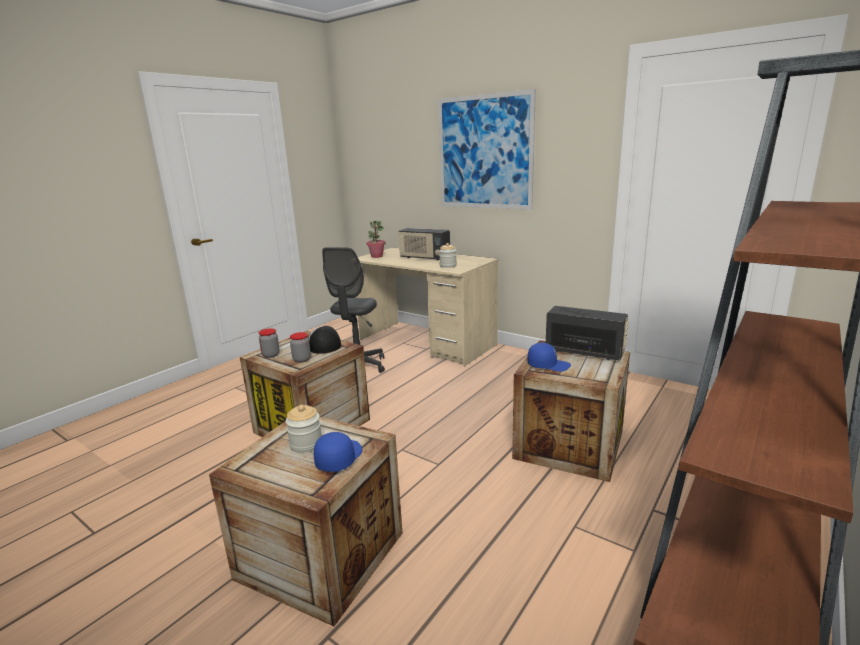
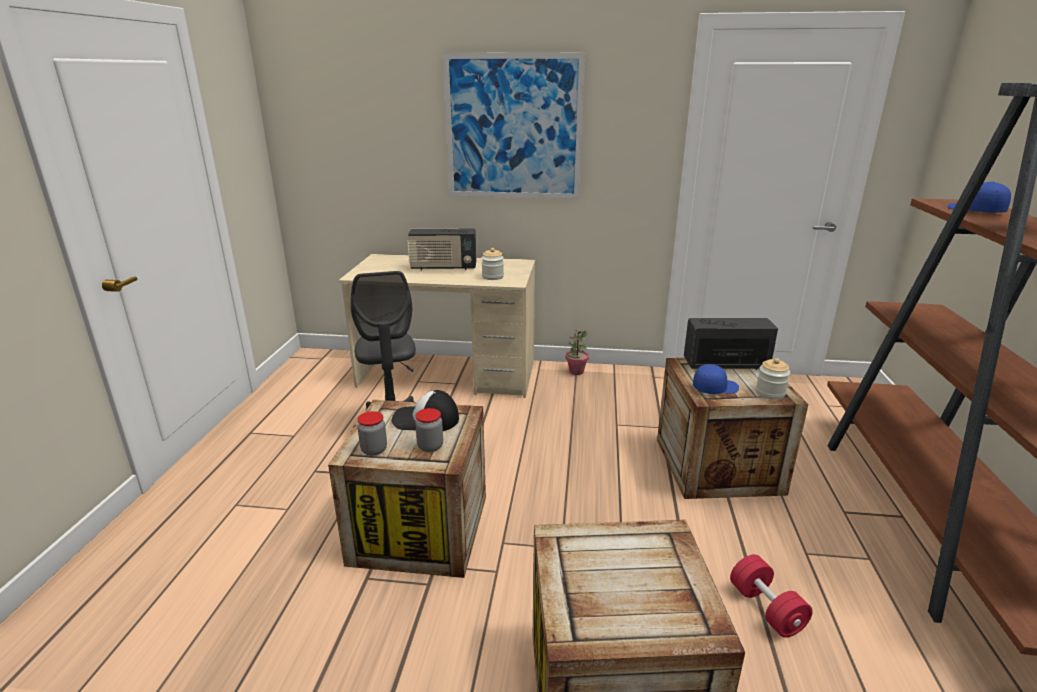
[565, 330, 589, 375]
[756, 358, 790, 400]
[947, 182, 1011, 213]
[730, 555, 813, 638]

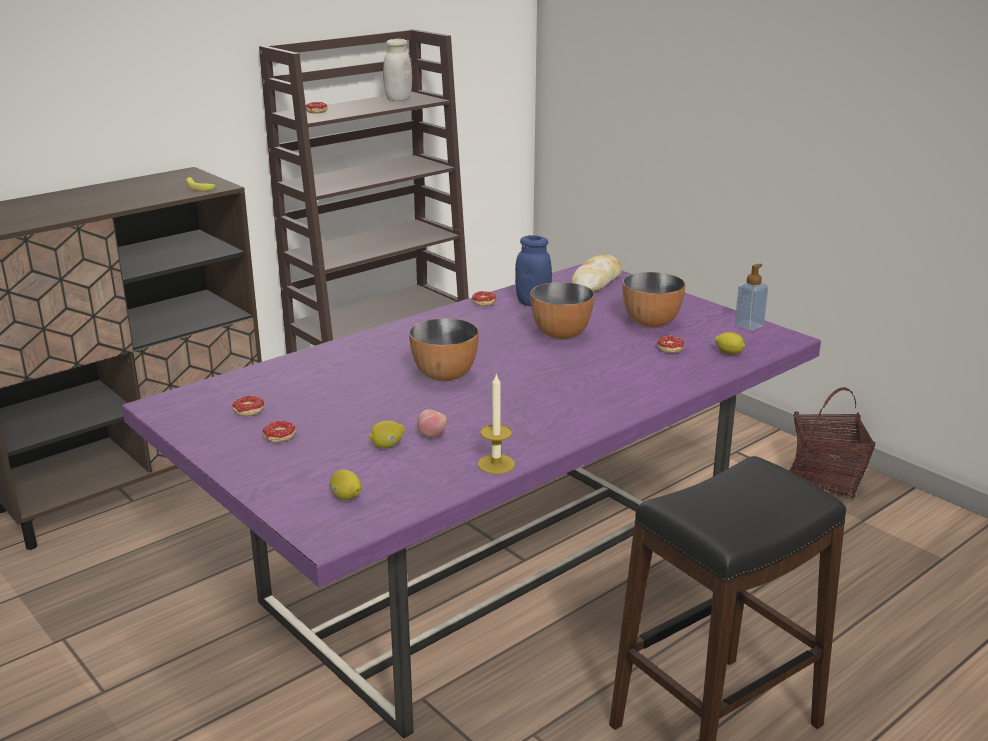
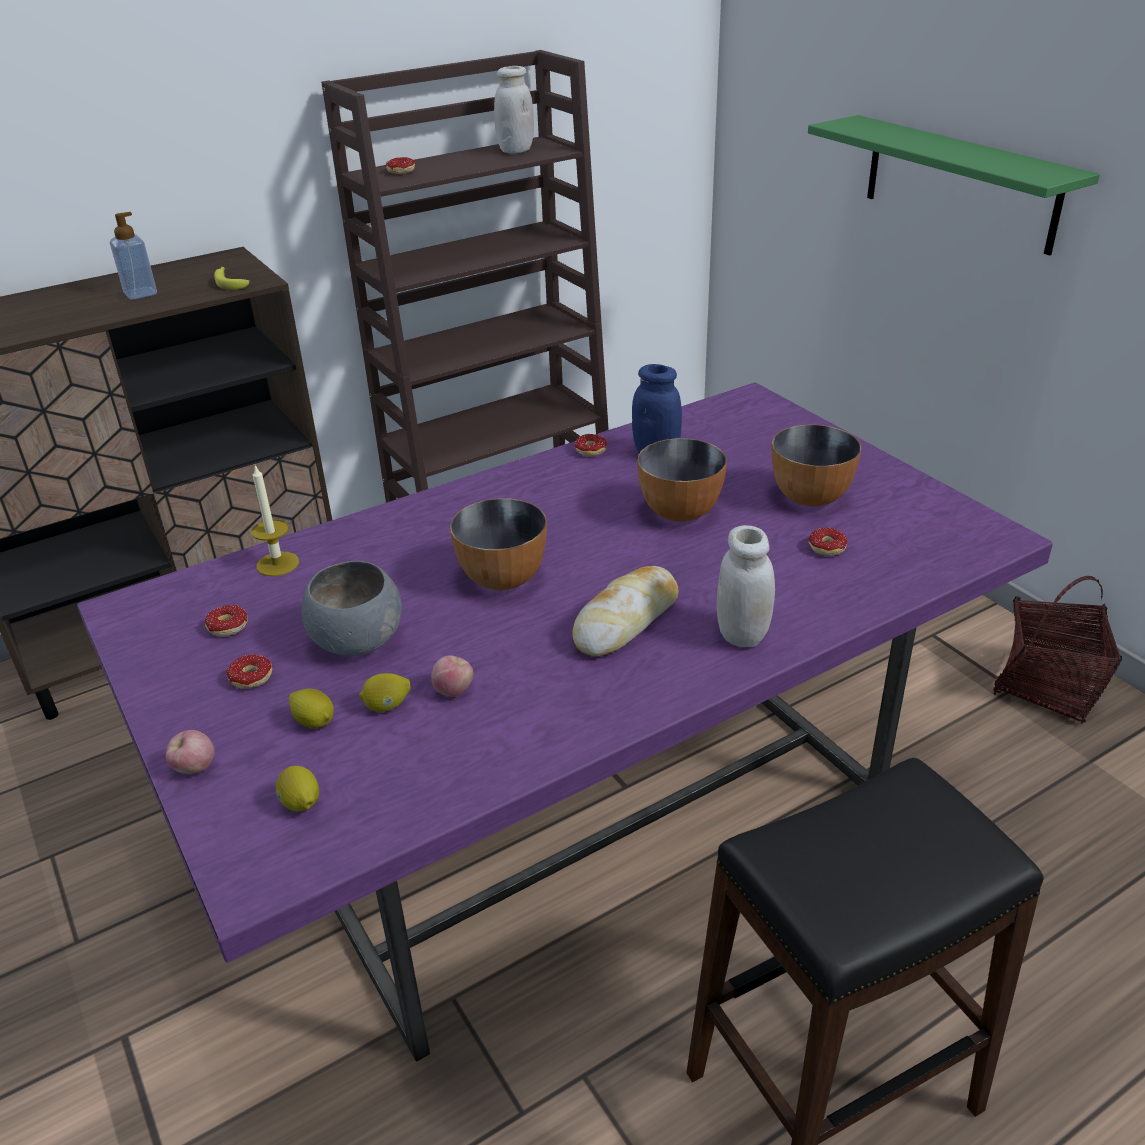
[572, 566, 679, 657]
[110, 212, 157, 300]
[288, 688, 334, 728]
[251, 465, 299, 576]
[808, 115, 1100, 255]
[717, 525, 775, 647]
[302, 561, 402, 656]
[166, 730, 214, 774]

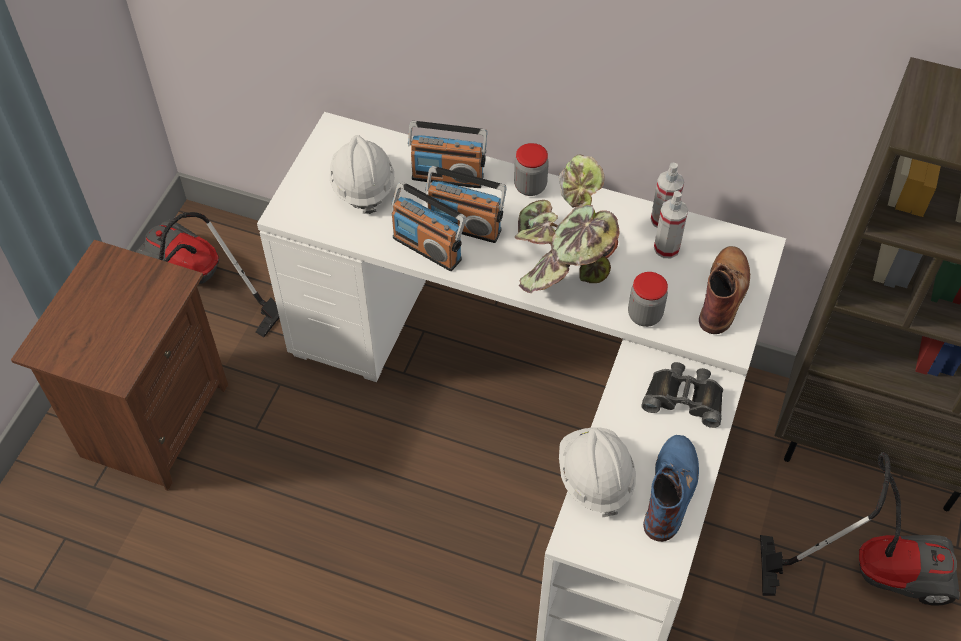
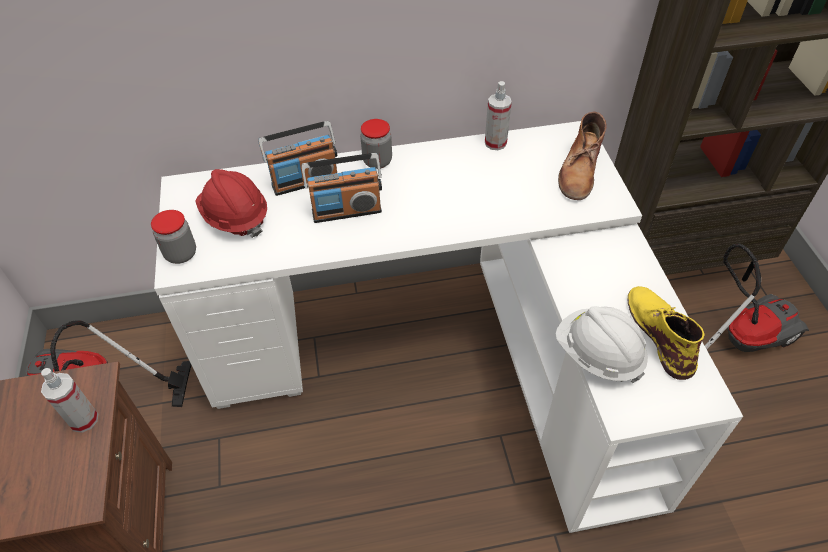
[195, 169, 267, 238]
[515, 154, 620, 293] (first image)
[391, 181, 466, 271] (first image)
[41, 368, 98, 433]
[558, 112, 606, 200]
[151, 210, 196, 264]
[641, 362, 723, 428] (first image)
[628, 286, 705, 380]

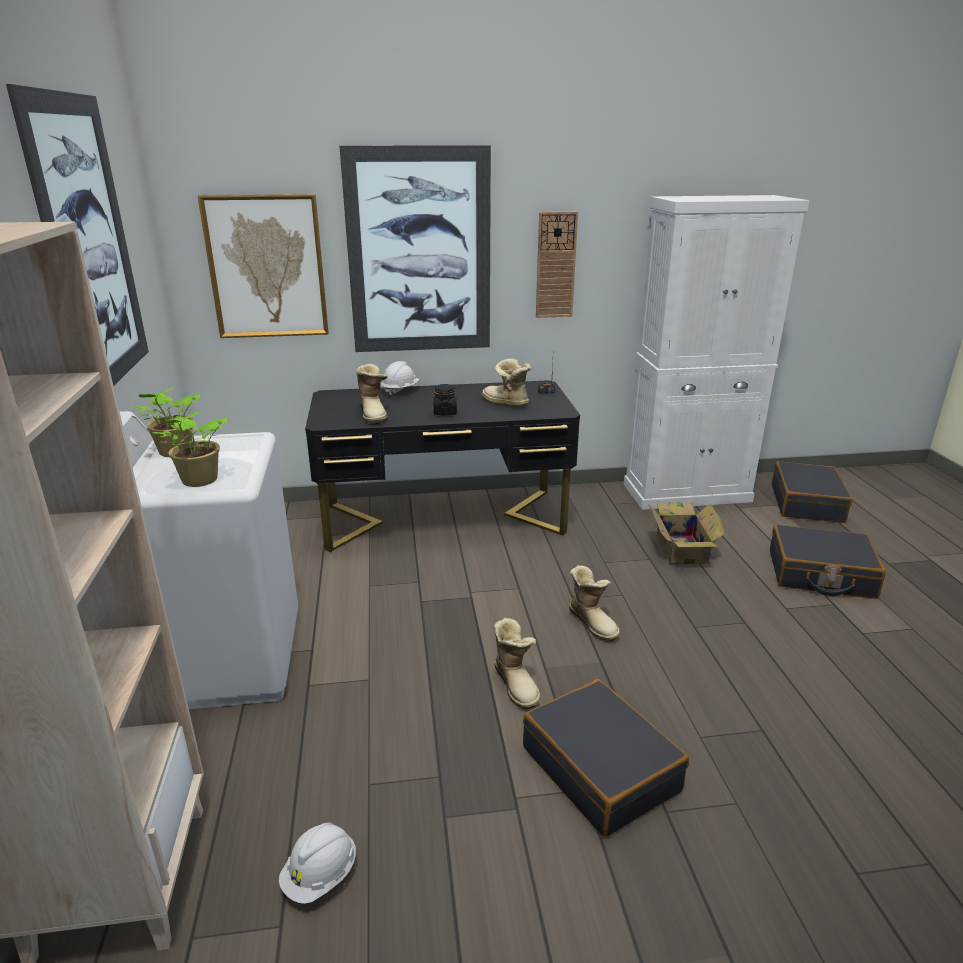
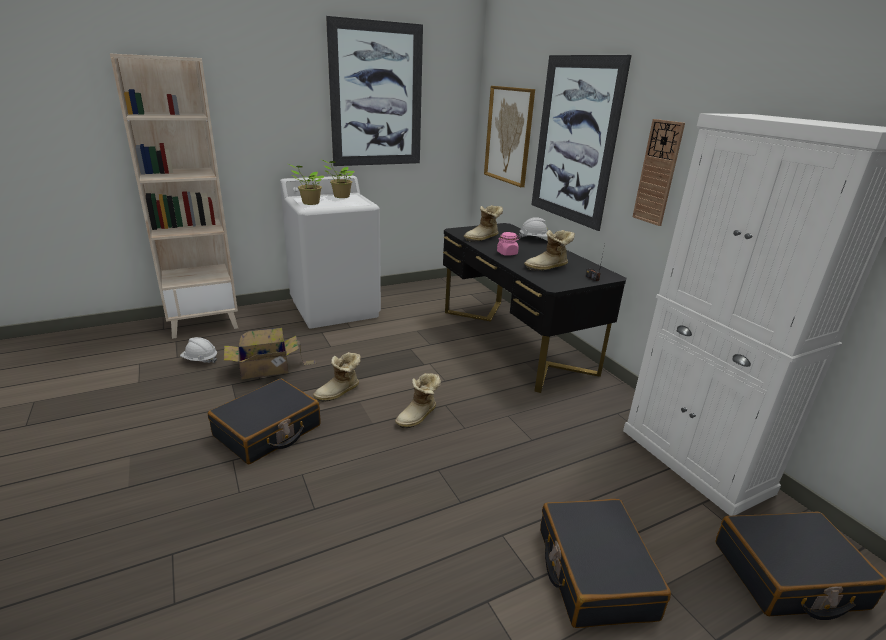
[524, 230, 575, 271]
[497, 232, 520, 256]
[224, 328, 316, 380]

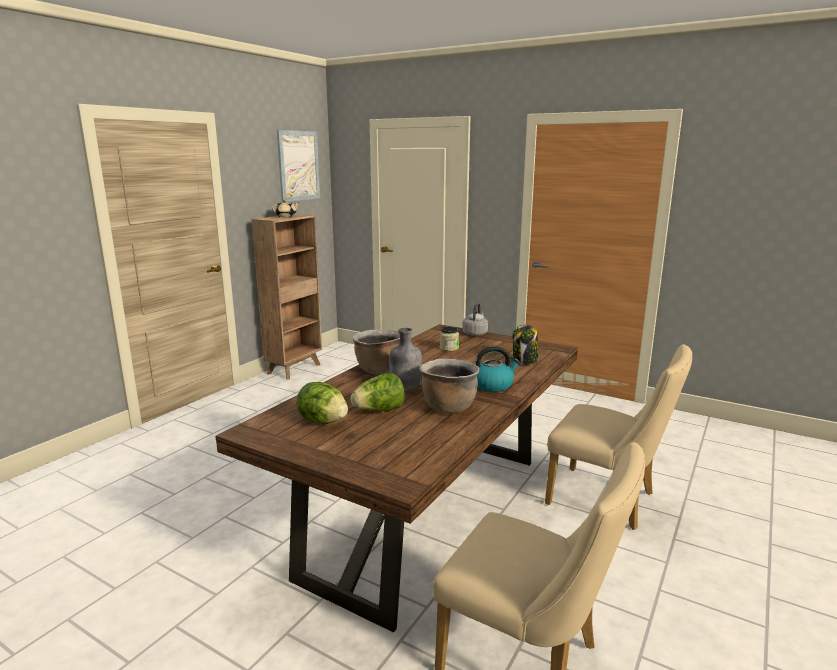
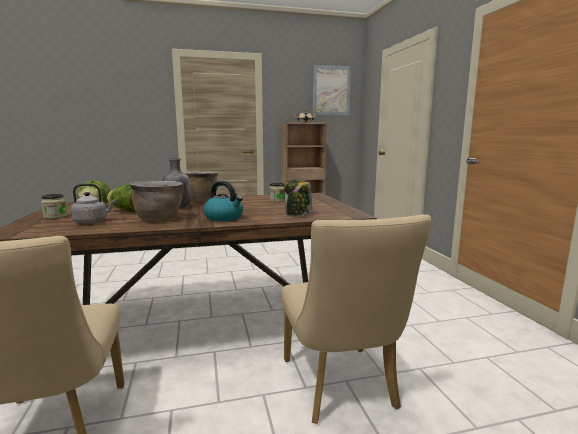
[71, 183, 115, 224]
[41, 194, 67, 219]

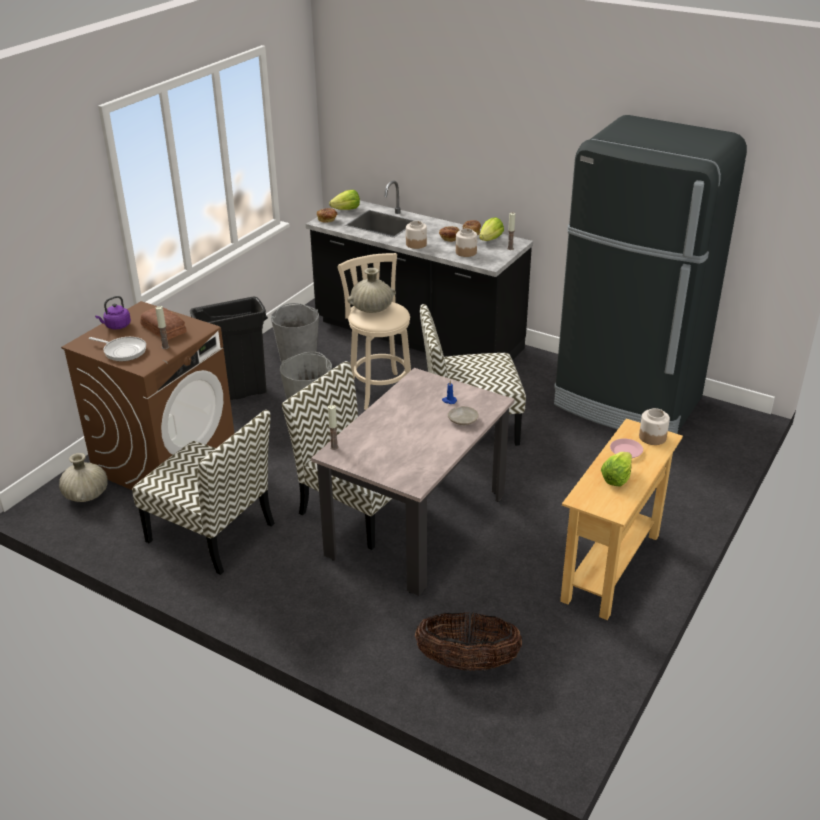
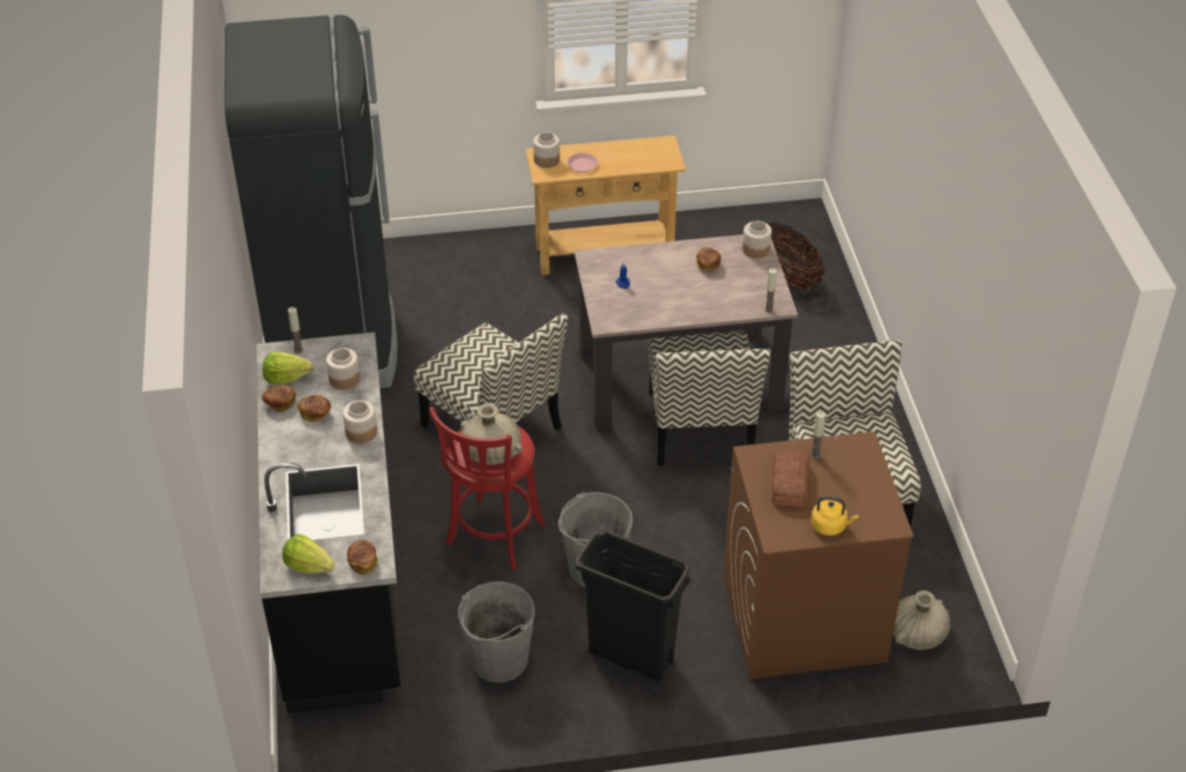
[429, 407, 546, 570]
[811, 496, 858, 536]
[89, 337, 146, 361] (first image)
[448, 406, 479, 425] (first image)
[601, 452, 632, 487] (first image)
[742, 221, 772, 259]
[696, 247, 721, 271]

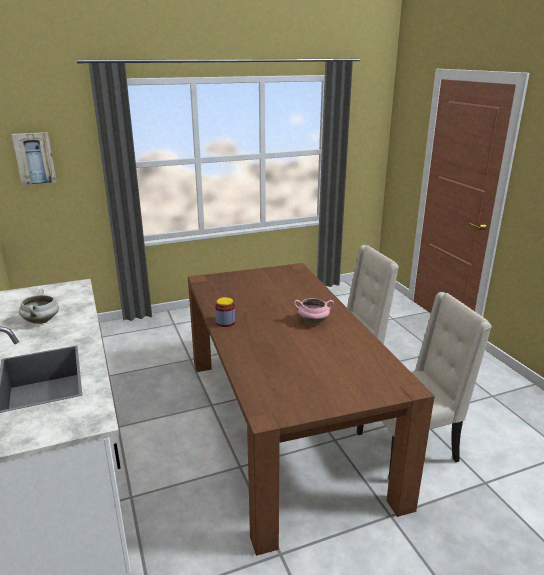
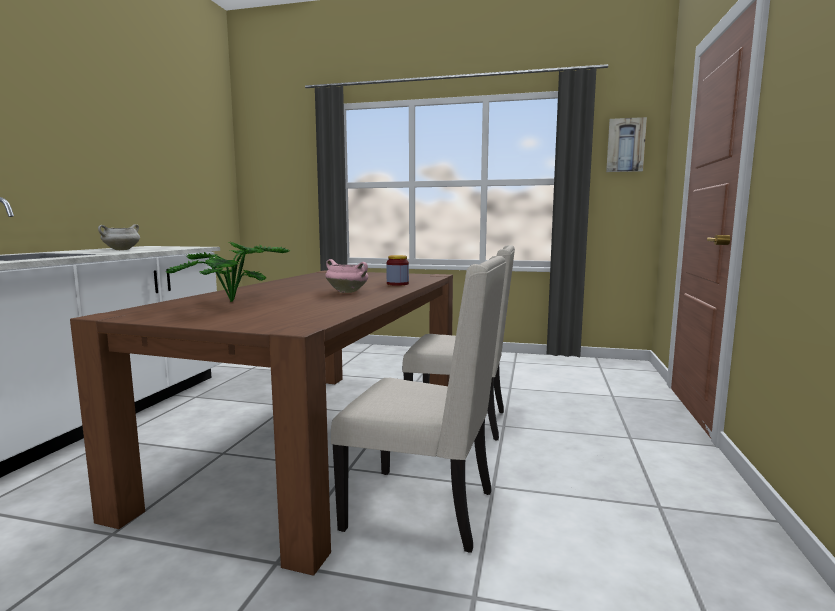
[606, 117, 647, 172]
[386, 255, 409, 286]
[165, 241, 290, 302]

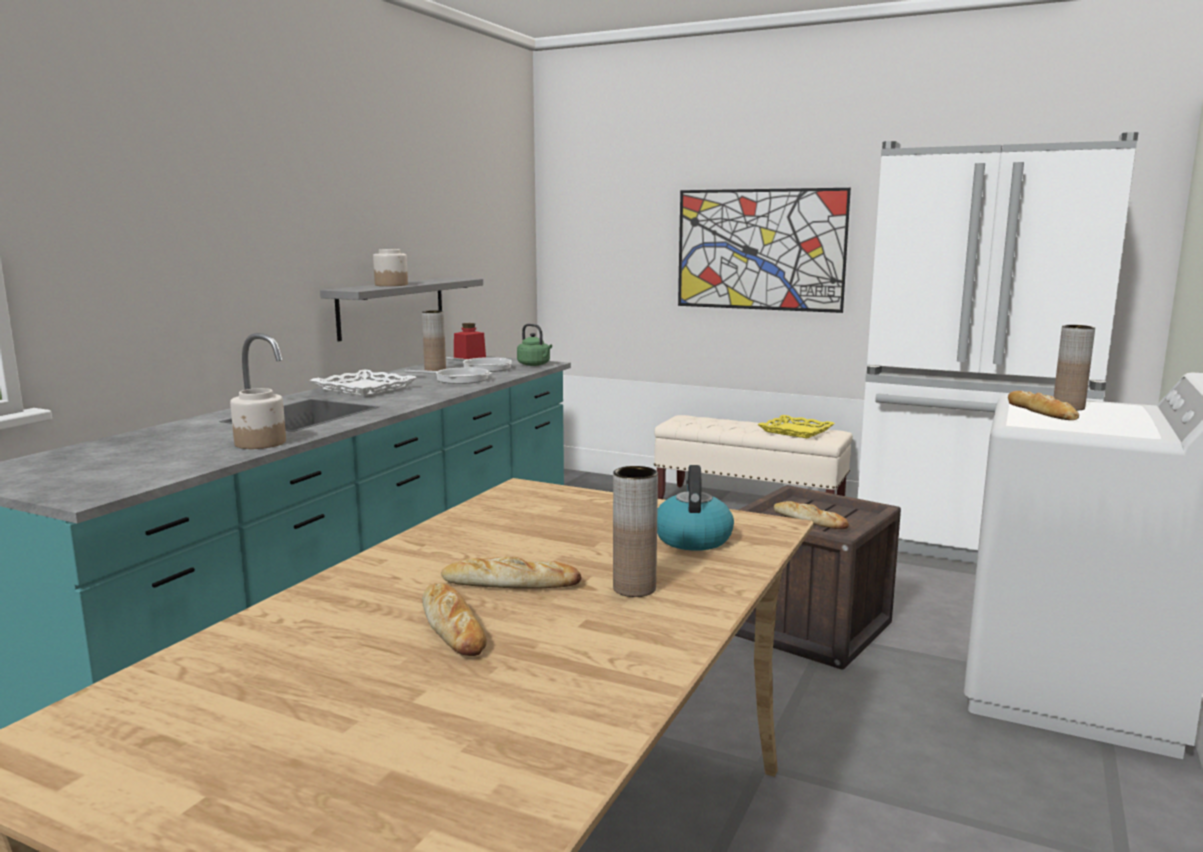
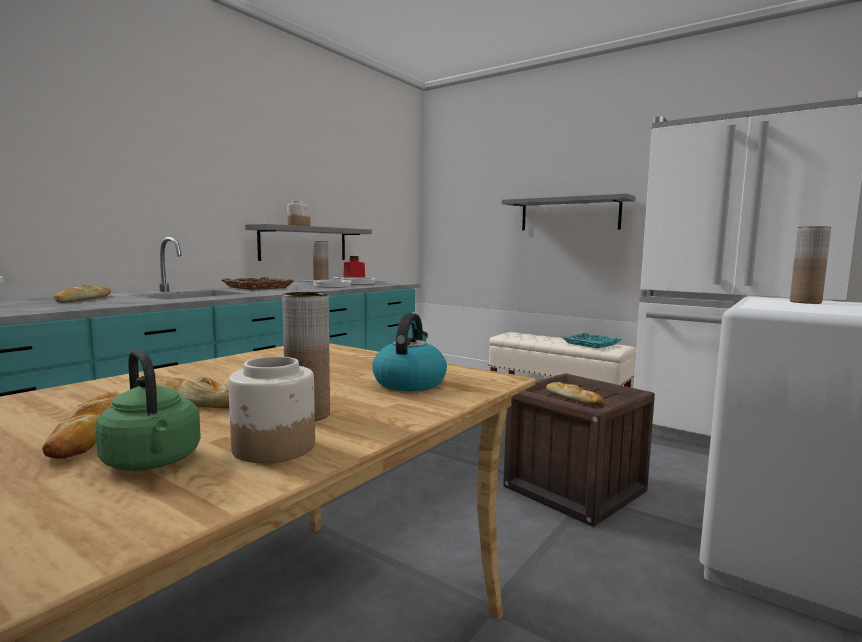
[502, 193, 635, 230]
[95, 349, 201, 471]
[221, 277, 294, 290]
[228, 357, 315, 463]
[54, 285, 111, 302]
[562, 333, 622, 348]

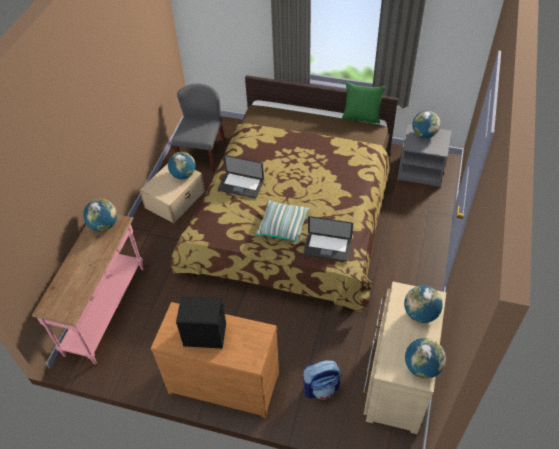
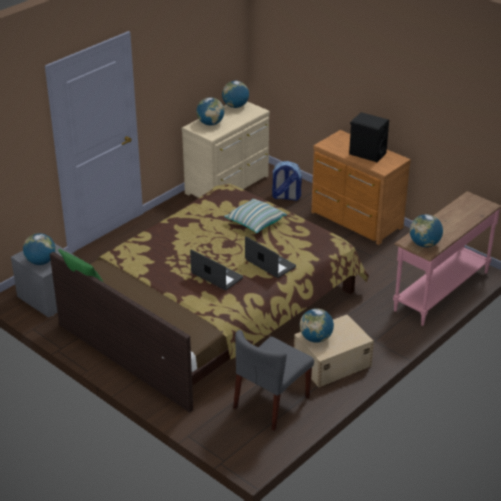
[190, 250, 243, 290]

